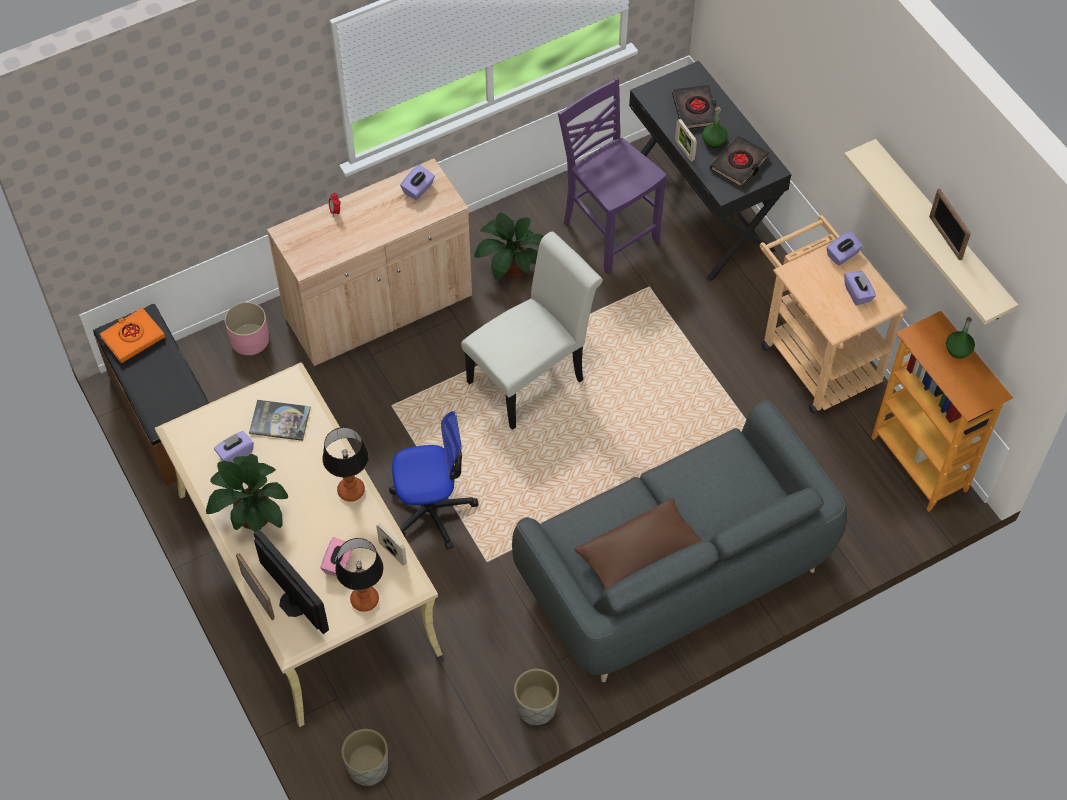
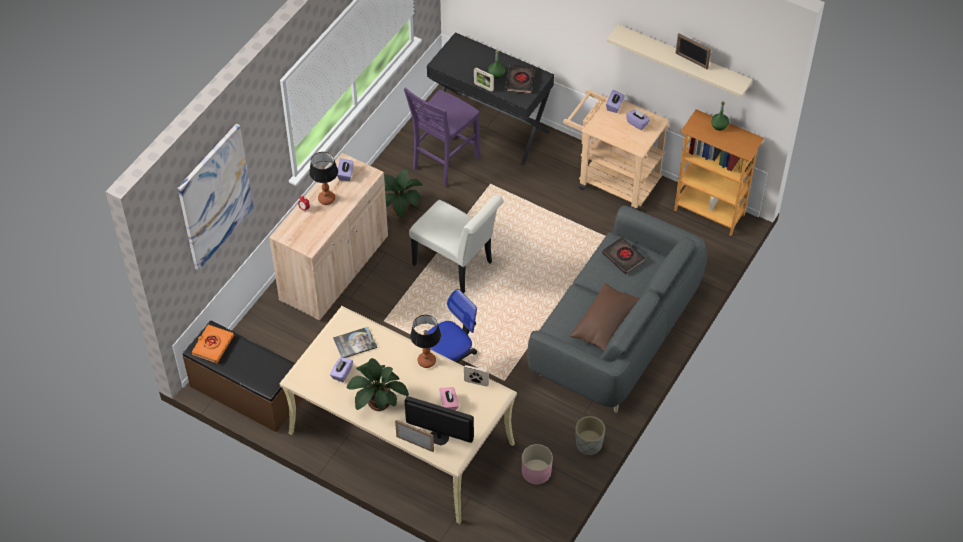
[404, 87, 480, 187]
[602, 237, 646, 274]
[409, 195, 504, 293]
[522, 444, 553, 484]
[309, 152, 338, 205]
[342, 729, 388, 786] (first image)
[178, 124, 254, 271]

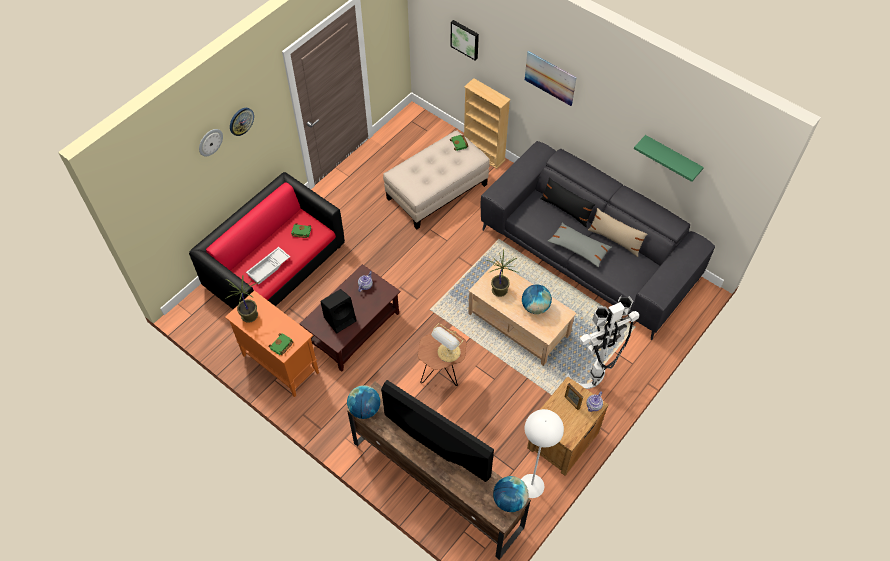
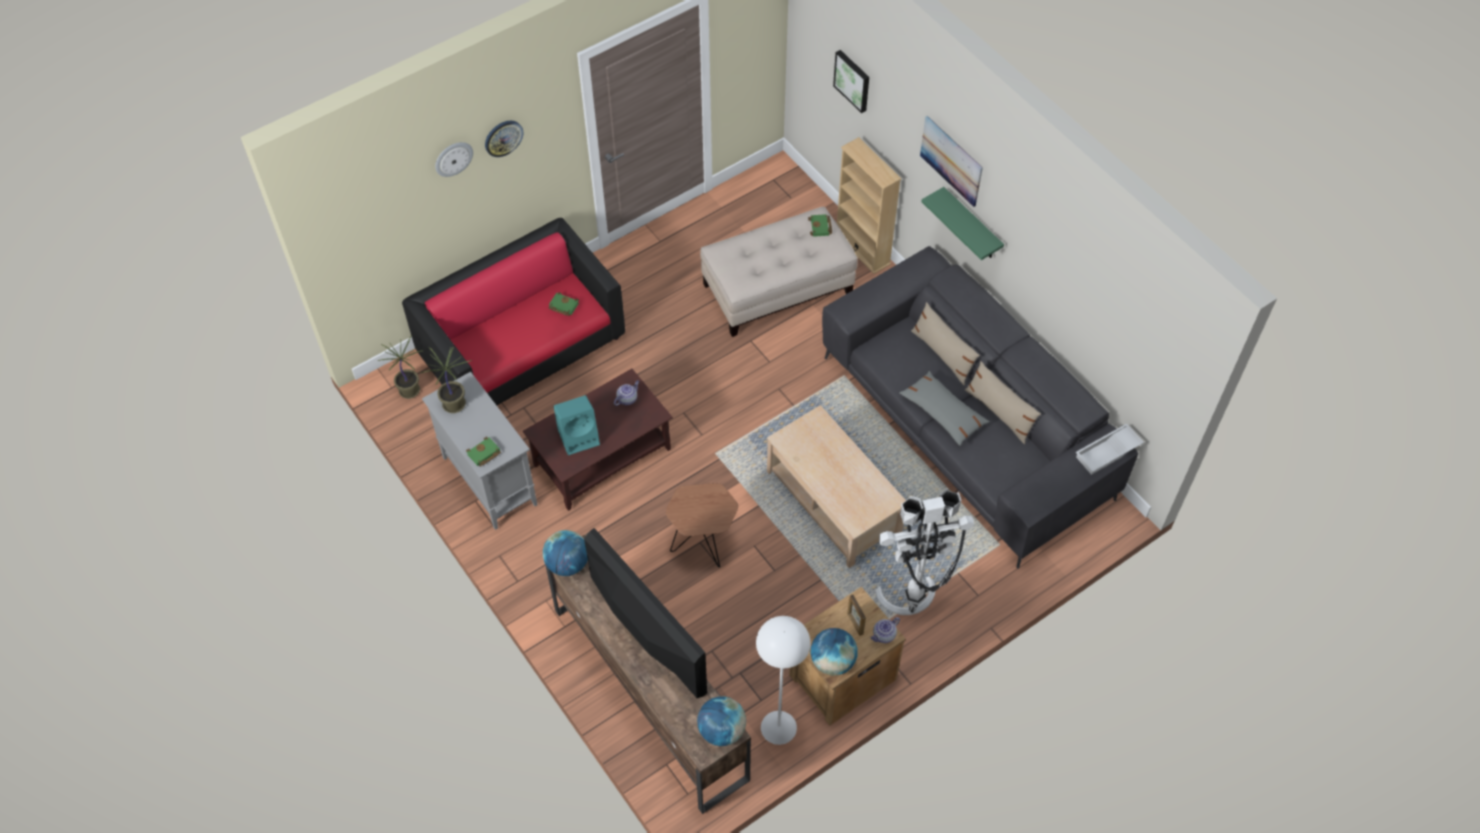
[922, 187, 1004, 260]
[911, 302, 980, 385]
[1076, 423, 1144, 475]
[377, 335, 424, 399]
[811, 628, 858, 676]
[554, 395, 600, 455]
[422, 372, 538, 530]
[431, 323, 463, 362] (first image)

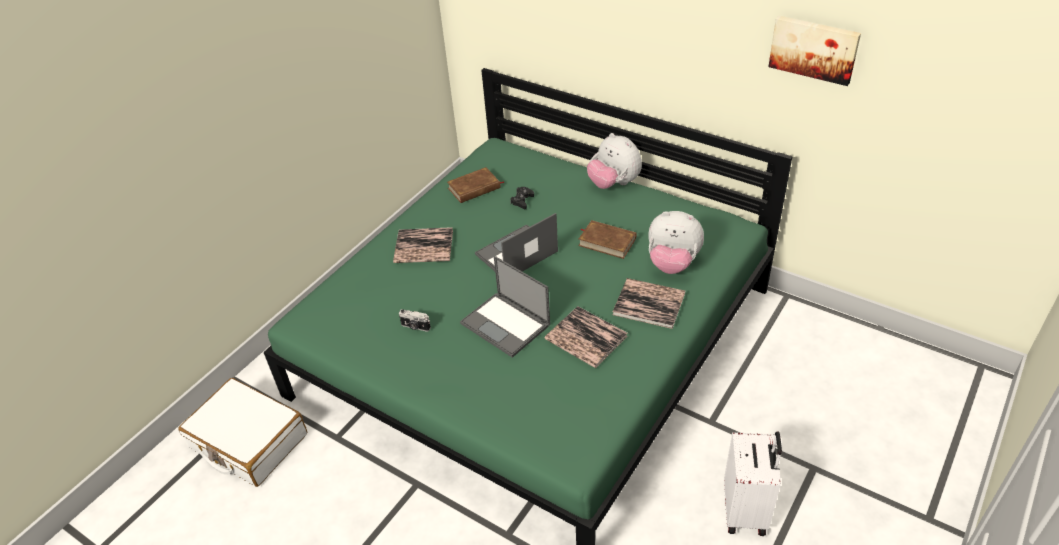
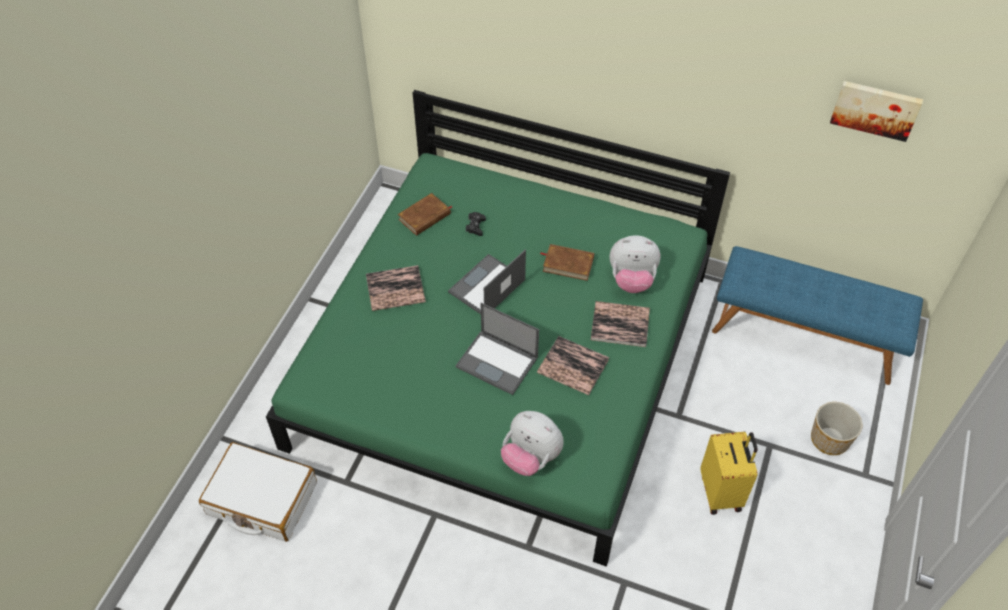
[830, 81, 923, 142]
[501, 411, 564, 476]
[399, 309, 431, 332] (first image)
[701, 432, 758, 515]
[712, 246, 923, 385]
[811, 402, 862, 455]

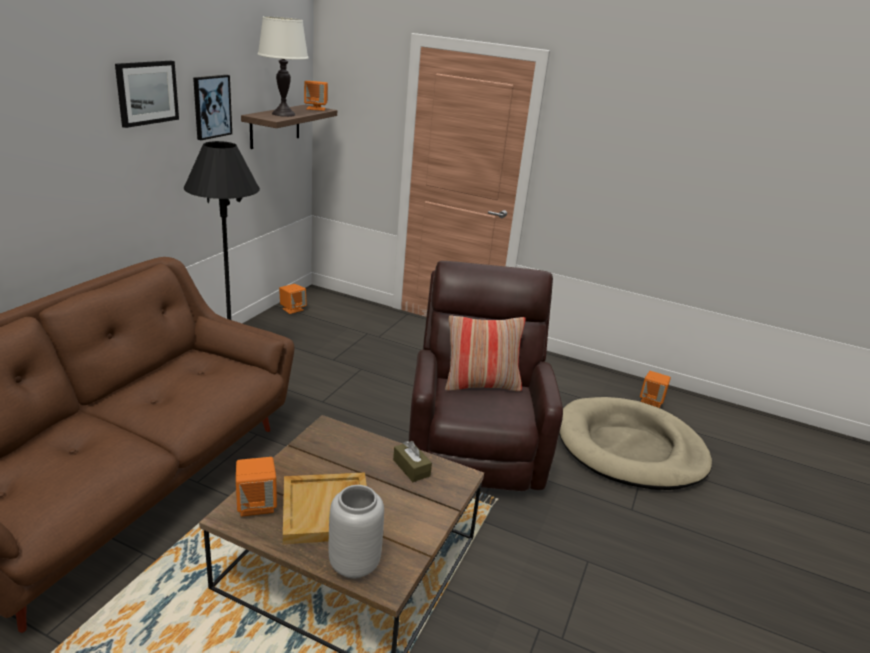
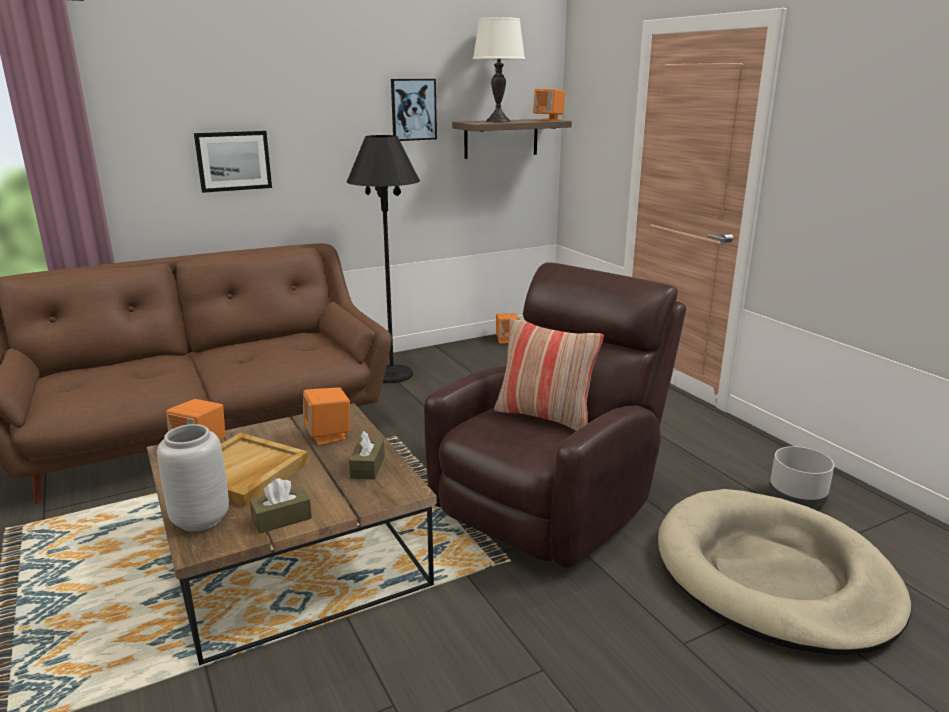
[194, 131, 272, 193]
[303, 387, 350, 445]
[769, 446, 834, 508]
[250, 478, 312, 534]

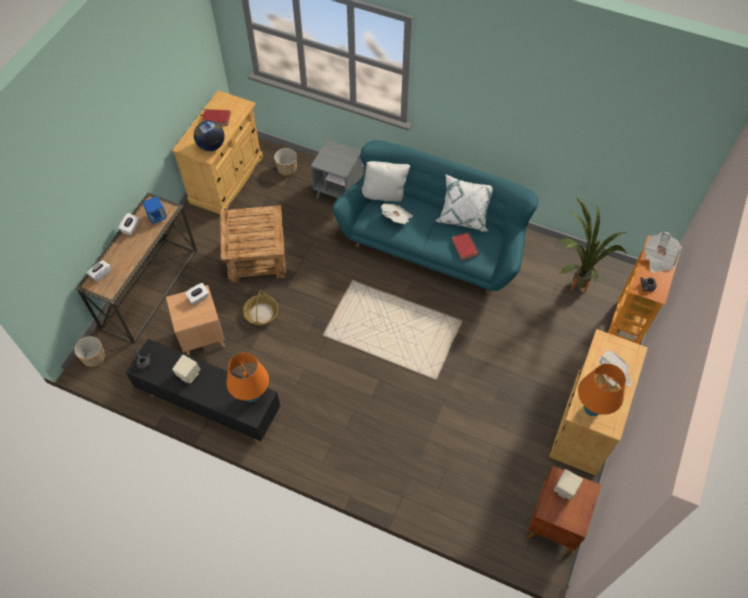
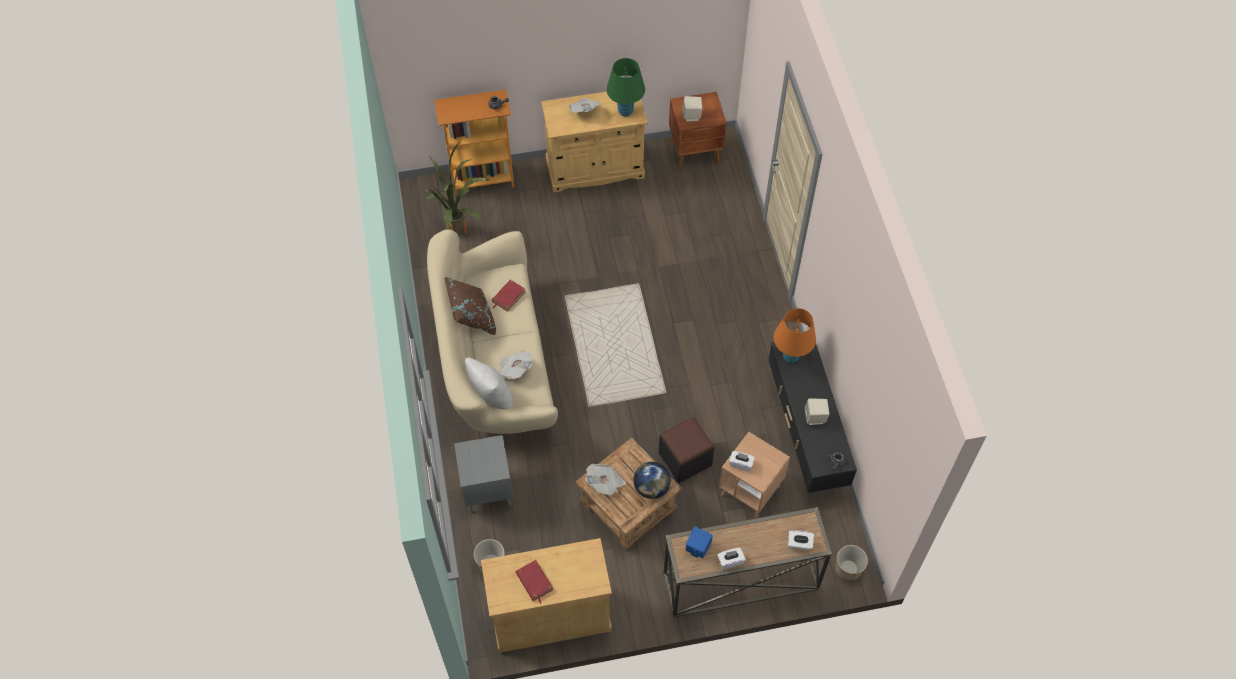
[634, 462, 671, 499]
[427, 230, 558, 439]
[445, 277, 496, 335]
[585, 464, 626, 496]
[659, 417, 714, 483]
[606, 58, 645, 116]

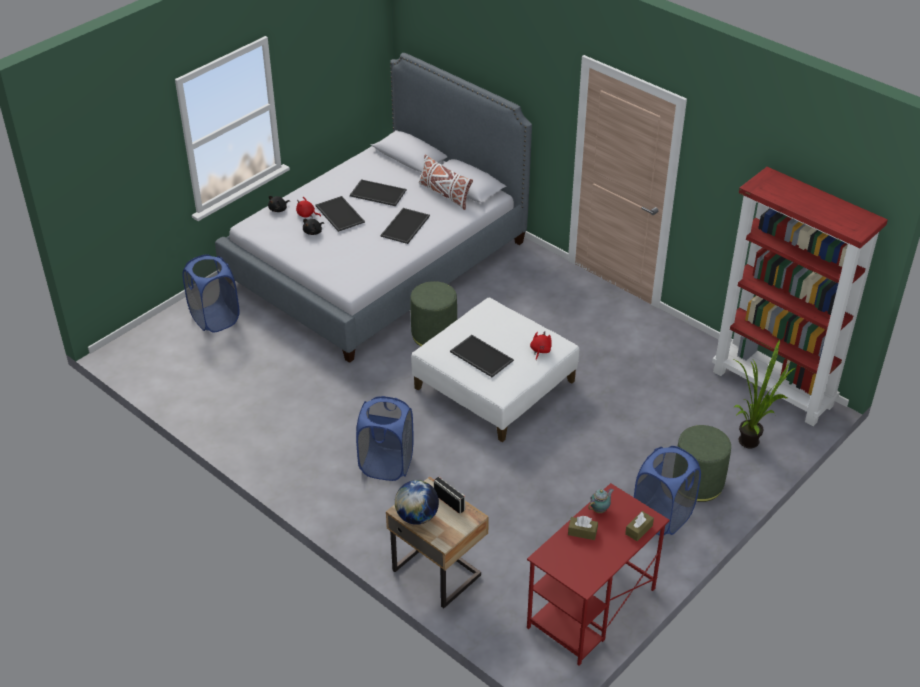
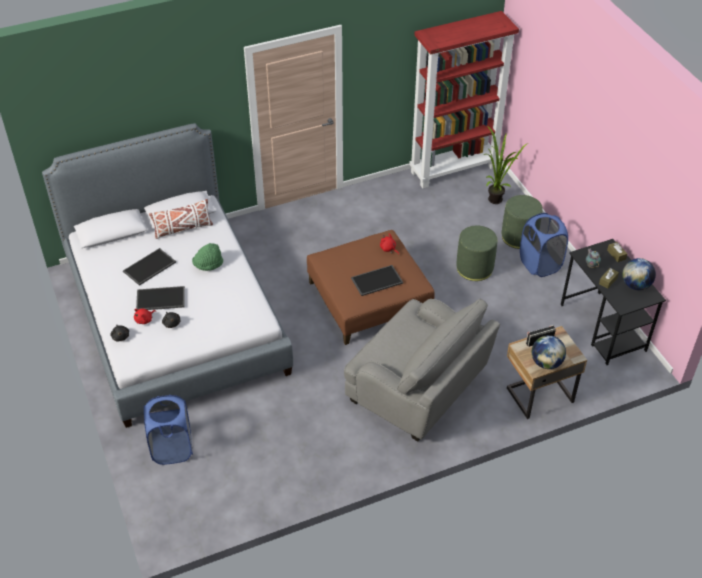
[192, 243, 223, 271]
[456, 226, 497, 281]
[307, 230, 435, 345]
[344, 298, 500, 441]
[561, 239, 666, 365]
[622, 258, 656, 290]

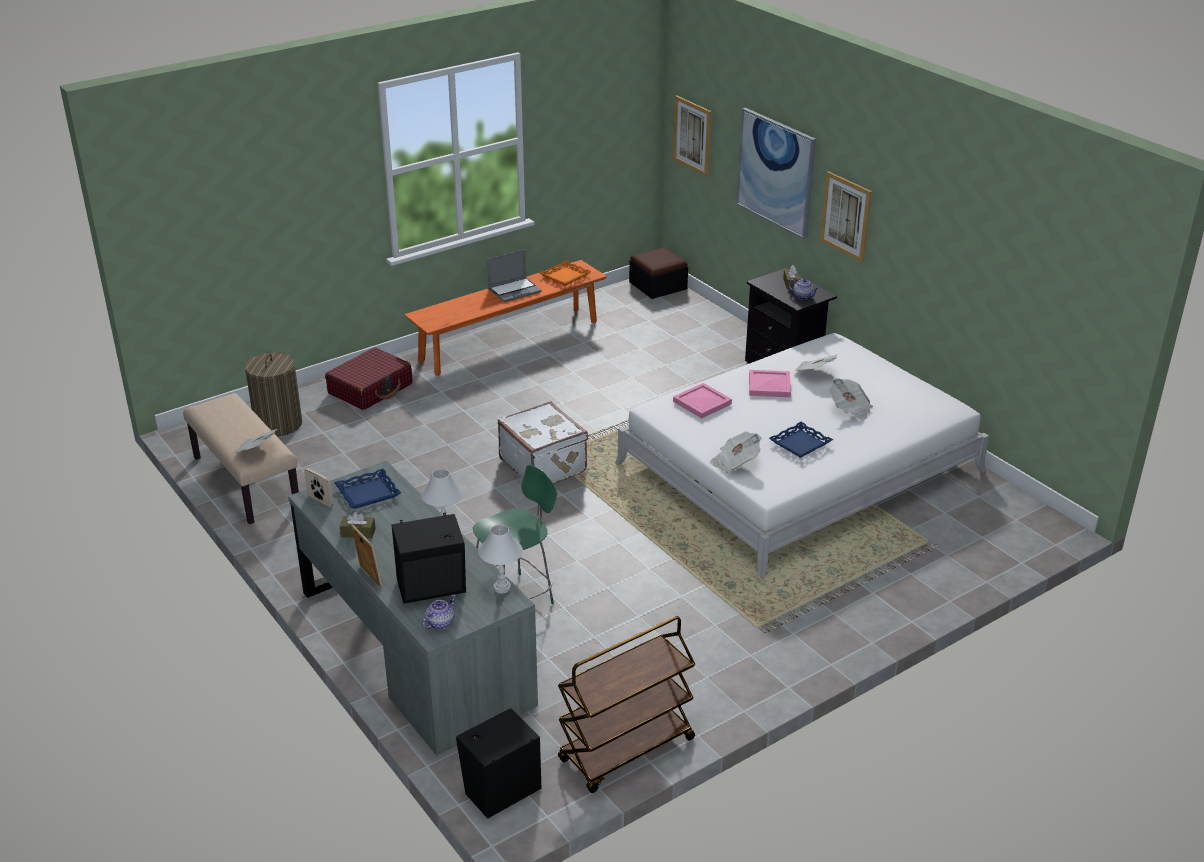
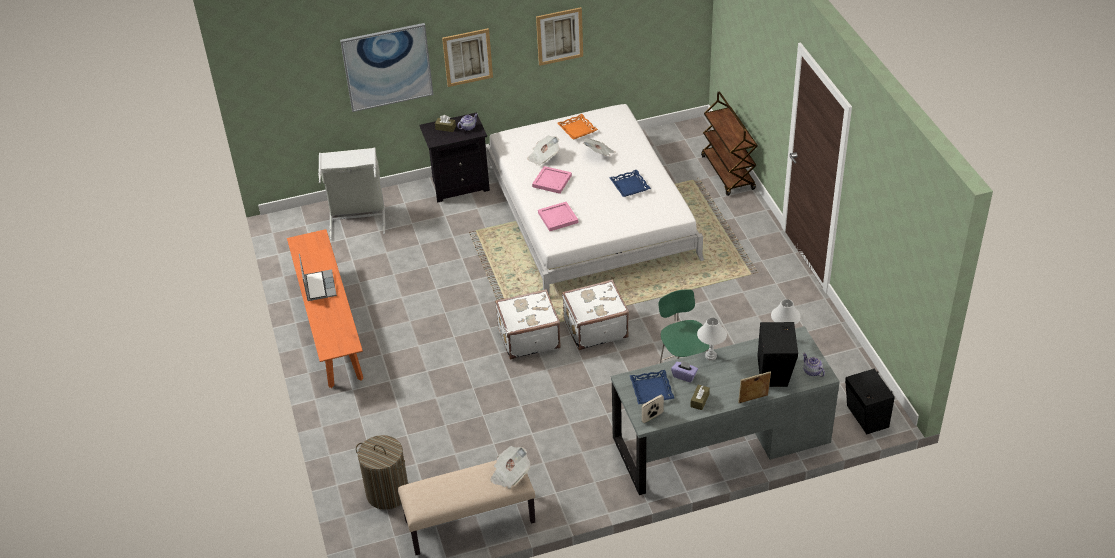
[536, 7, 583, 66]
[629, 247, 688, 299] (first image)
[557, 114, 598, 140]
[325, 347, 412, 410] (first image)
[710, 431, 762, 473] (first image)
[701, 91, 757, 196]
[318, 147, 386, 240]
[562, 279, 629, 350]
[671, 360, 698, 382]

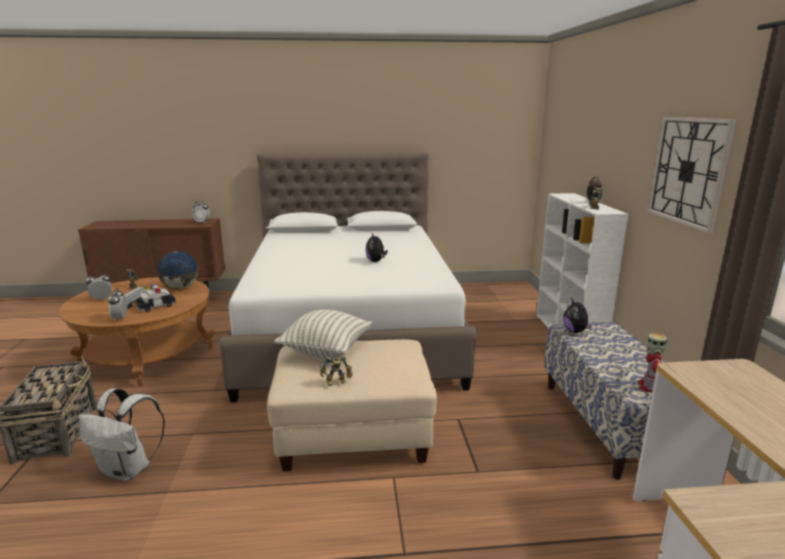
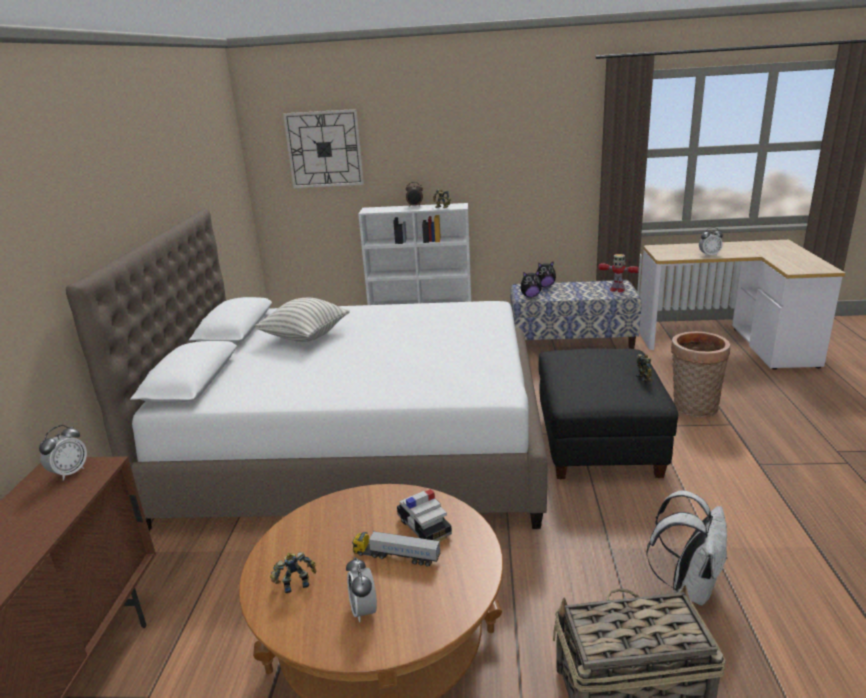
[283, 109, 364, 188]
[537, 261, 556, 287]
[156, 251, 199, 289] (first image)
[699, 227, 723, 256]
[254, 298, 350, 342]
[539, 348, 678, 479]
[671, 331, 730, 417]

